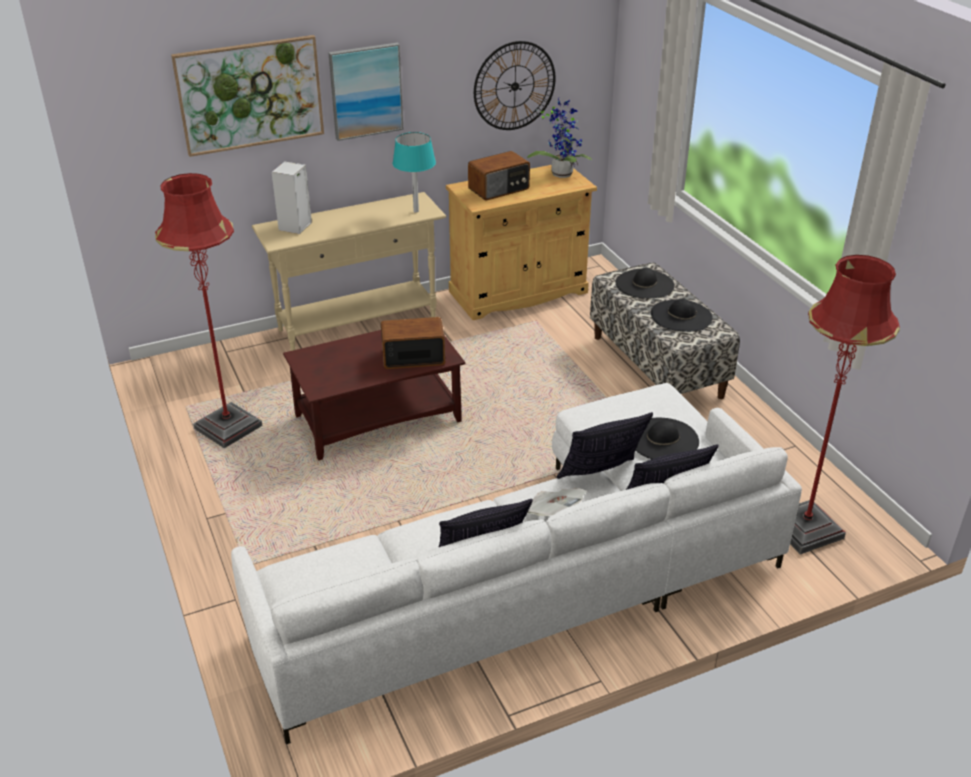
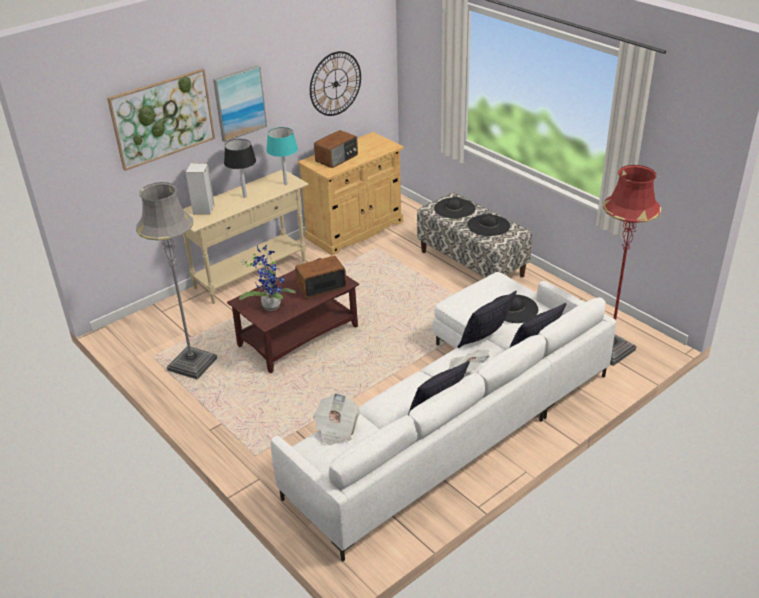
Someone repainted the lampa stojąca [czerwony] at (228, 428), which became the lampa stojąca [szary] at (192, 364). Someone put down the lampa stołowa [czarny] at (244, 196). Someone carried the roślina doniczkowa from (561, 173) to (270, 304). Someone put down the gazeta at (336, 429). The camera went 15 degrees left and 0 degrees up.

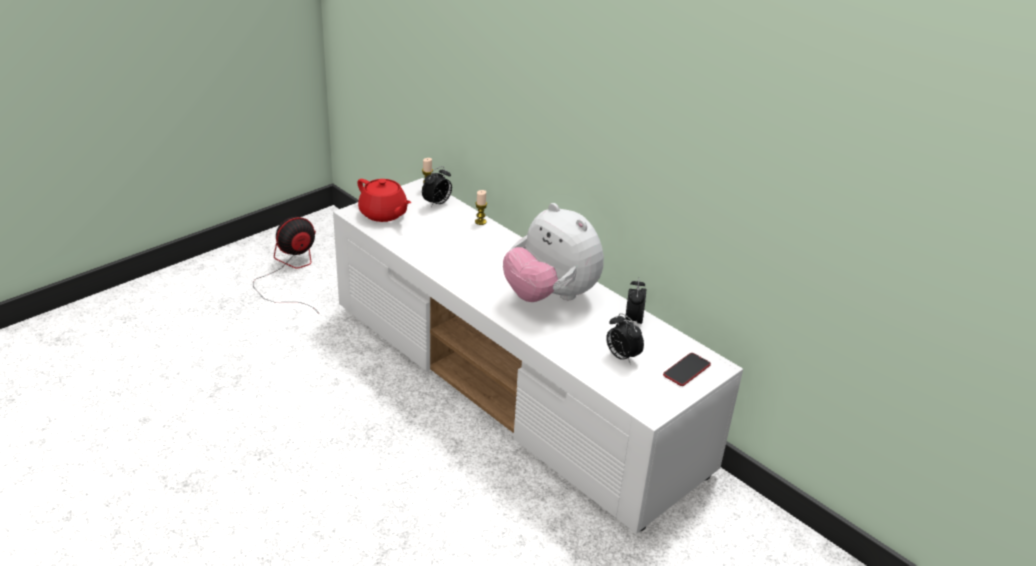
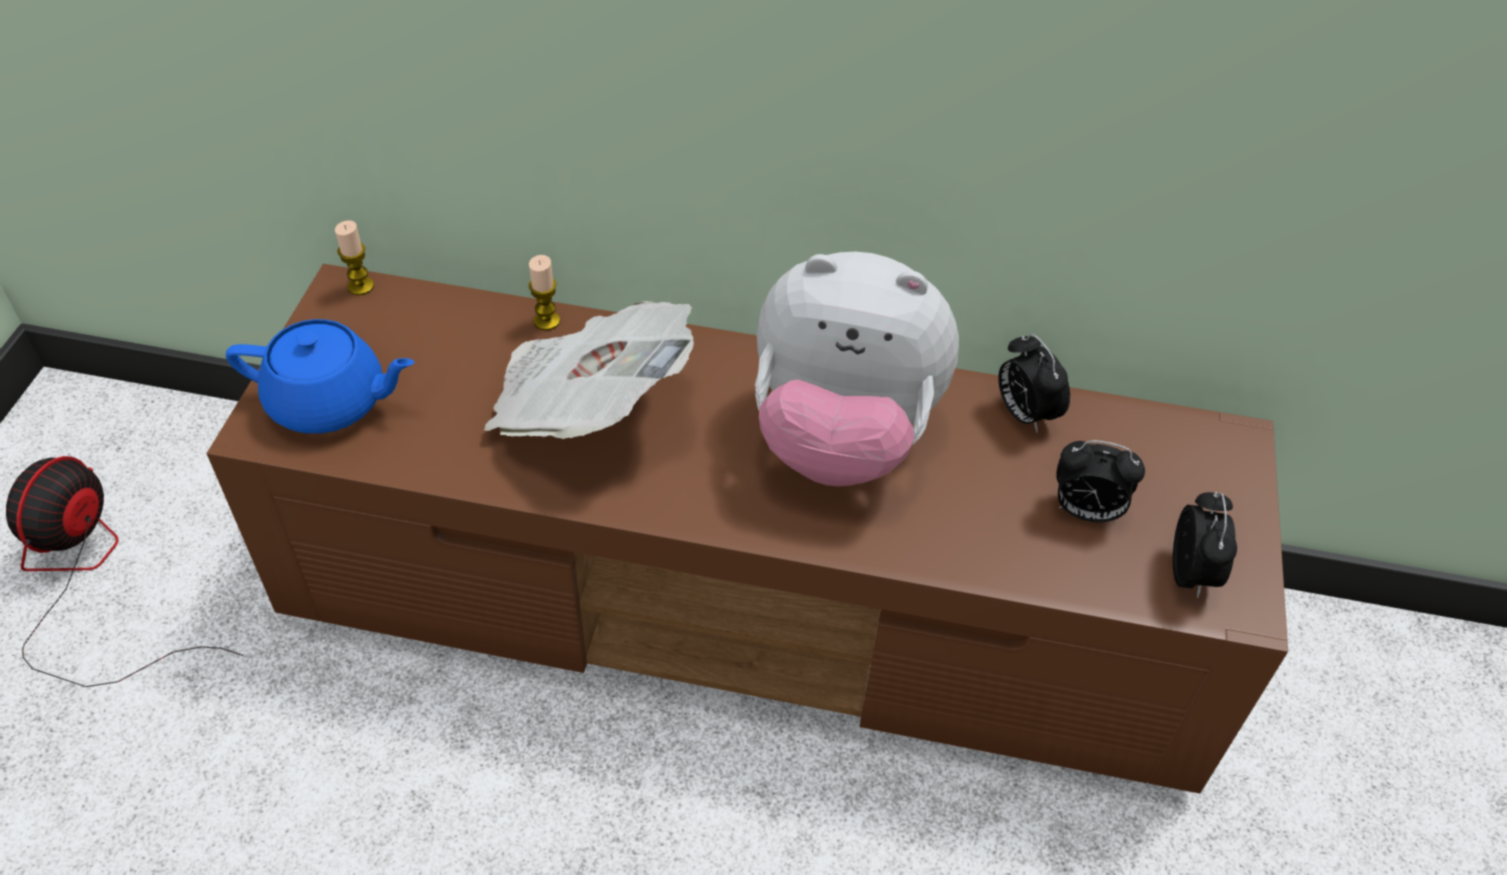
Someone repainted the szafka pod telewizor [biały] at (514, 386), which became the szafka pod telewizor [brązowy] at (752, 603). Someone repainted the imbryk [czerwony] at (383, 214), which became the imbryk [niebieski] at (330, 402). Someone put down the gazeta at (589, 406). Someone carried the budzik from (437, 203) to (1191, 575). Someone took away the telefon at (686, 370). The camera went 35 degrees left and 15 degrees up.

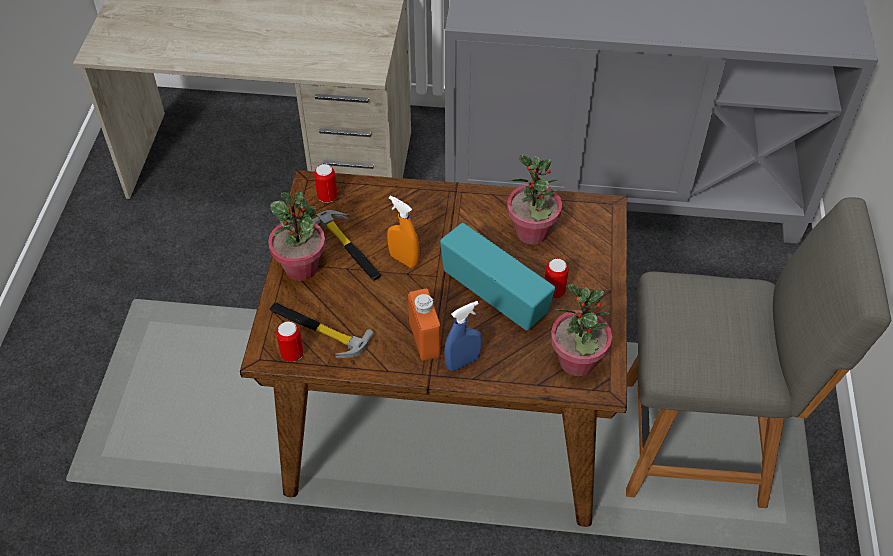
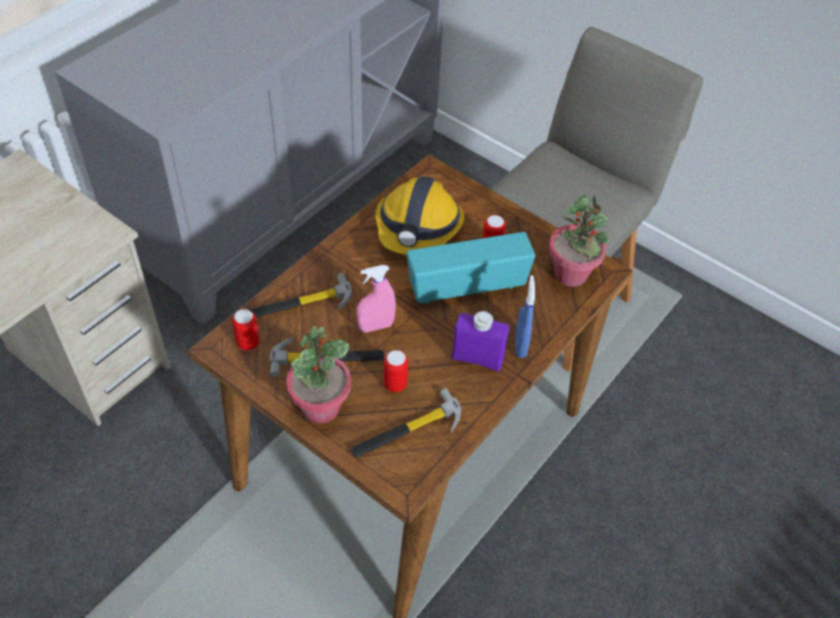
Someone put down the młotek at (299, 305). Someone repainted the spryskiwacz [pomarańczowy] at (404, 259), which became the spryskiwacz [różowy] at (376, 326). Someone swapped the roślina doniczkowa at (532, 232) for the kask at (418, 228). Someone carried the puszka from (292, 354) to (395, 384). Someone repainted the butelka [pomarańczowy] at (424, 339), which became the butelka [fioletowy] at (477, 358). The camera went 60 degrees left and 0 degrees up.

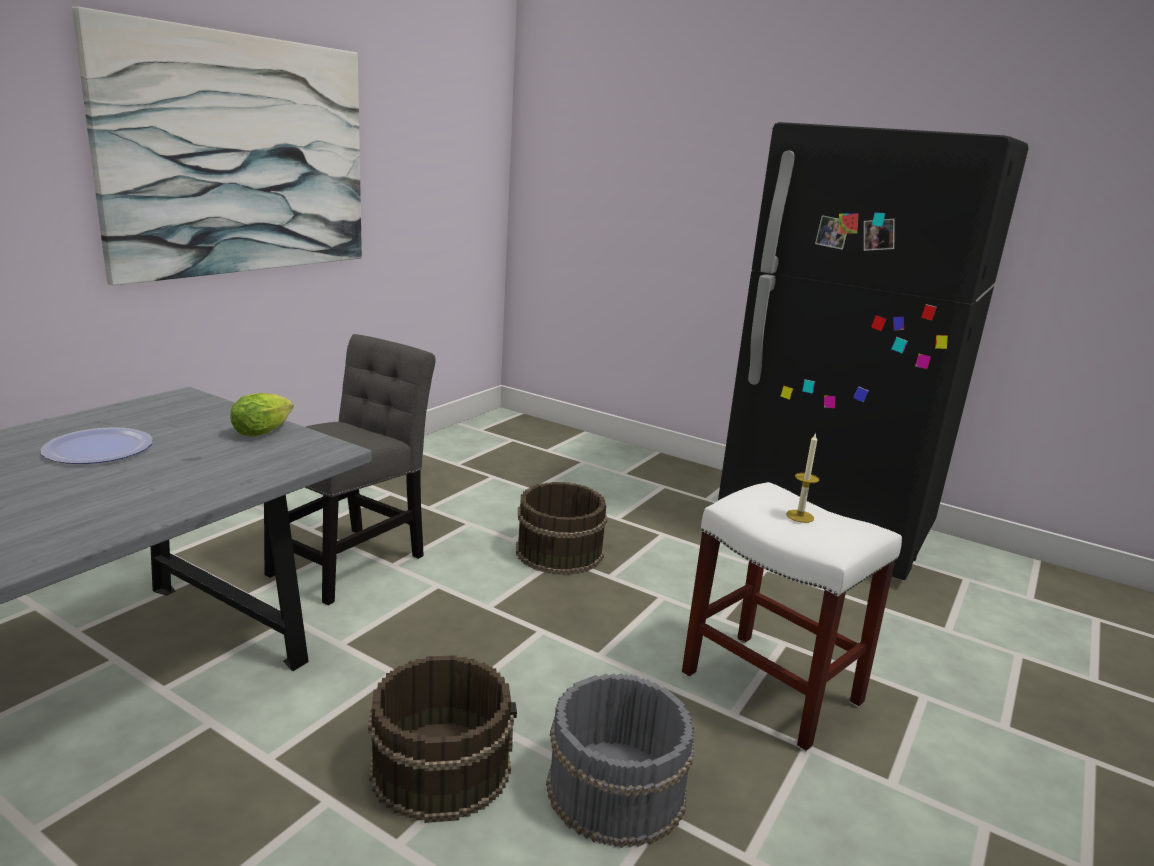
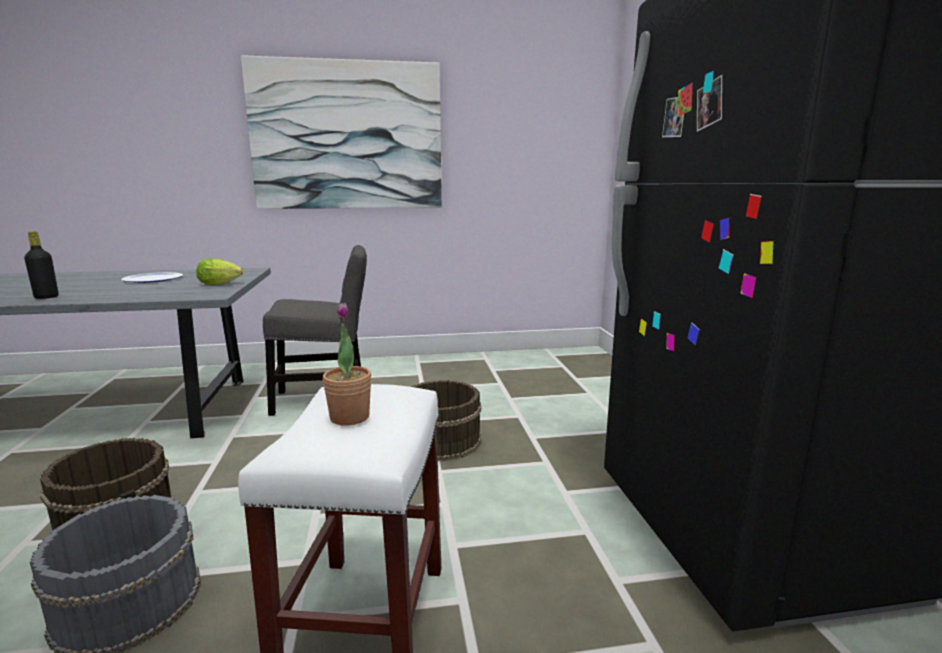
Someone put down the butelka [czarny] at (46, 297). Someone swapped the świeca at (800, 516) for the roślina doniczkowa at (349, 417). The camera went 50 degrees right and 5 degrees down.

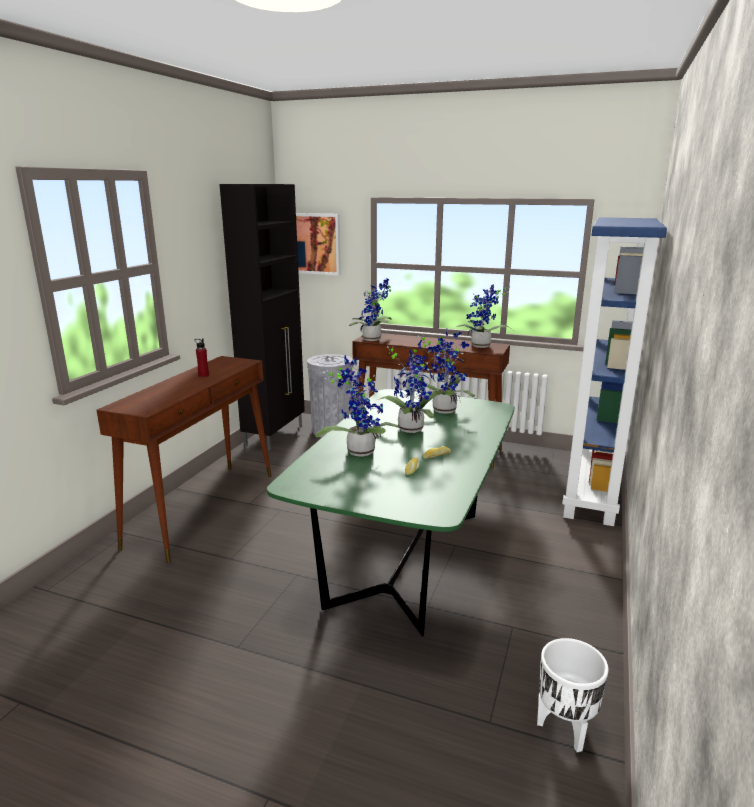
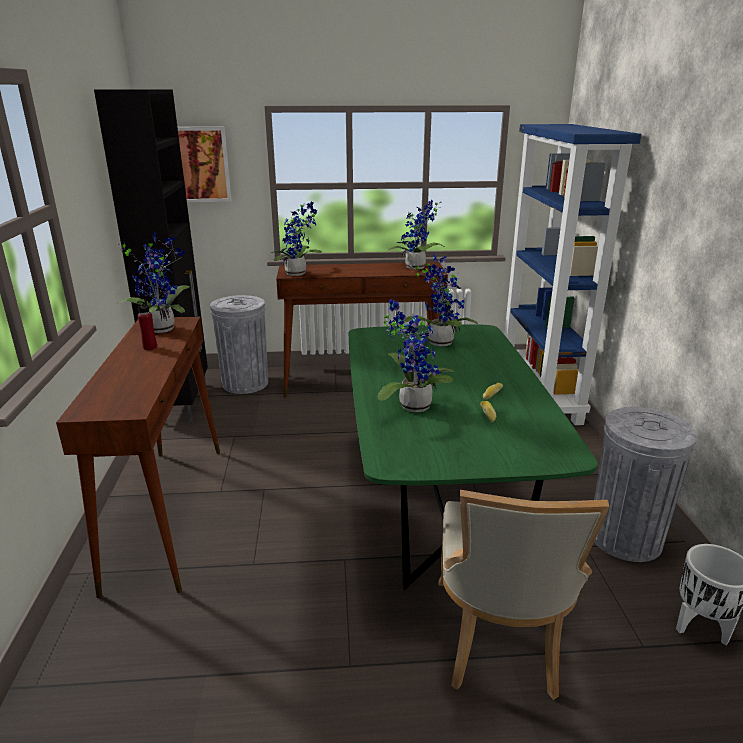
Someone carried the roślina doniczkowa from (412, 427) to (162, 327). Someone put down the krzesło [beżowy] at (499, 640). Someone put down the kosz na śmieci [szary] at (625, 537). The camera went 25 degrees left and 5 degrees up.

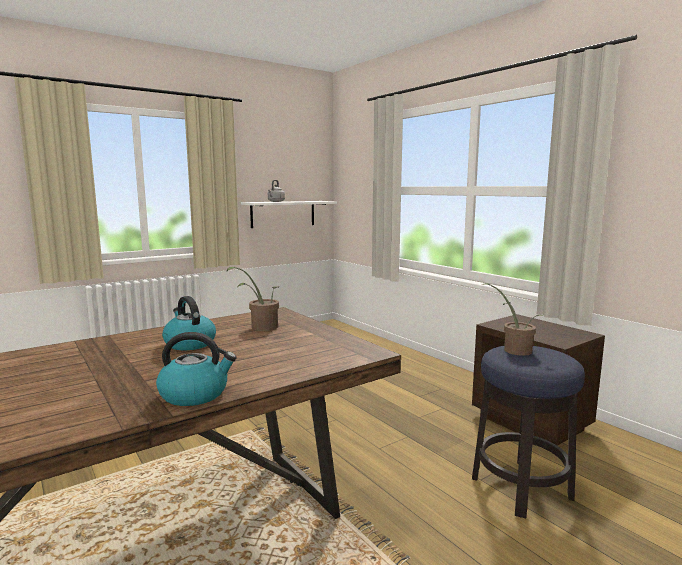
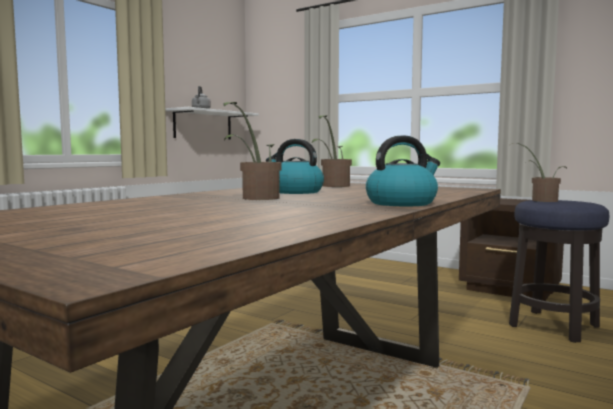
Someone put down the roślina doniczkowa at (256, 198). The camera went 20 degrees left and 5 degrees down.

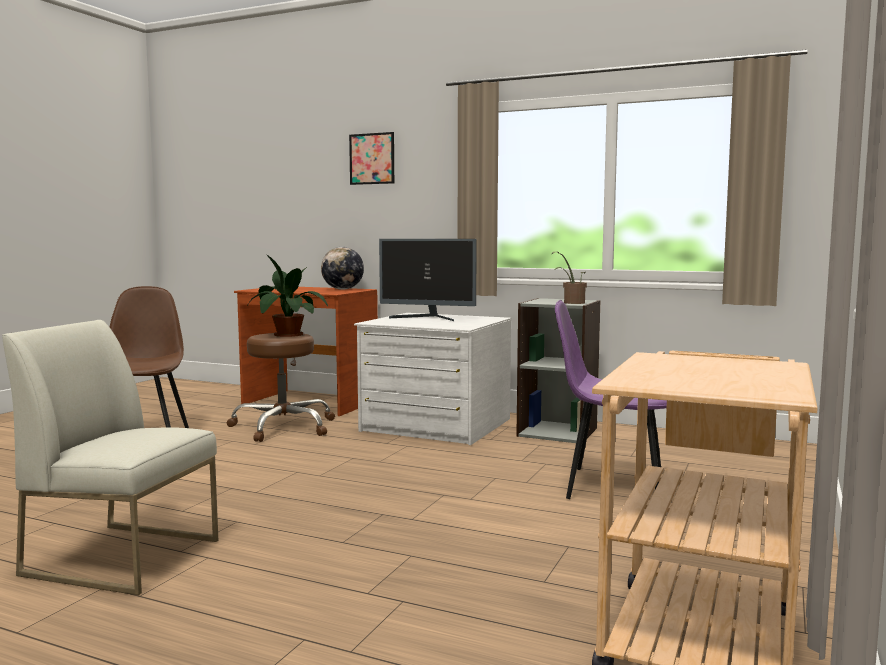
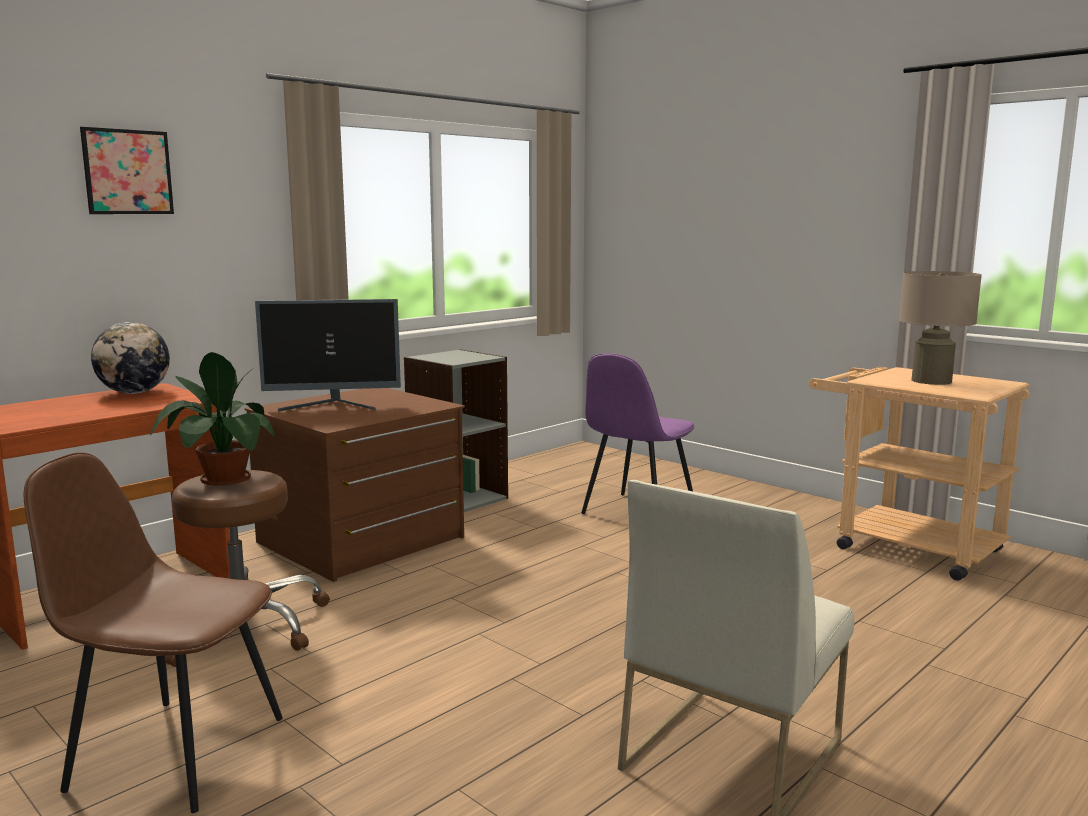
Someone repainted the komoda [biały] at (435, 425), which became the komoda [brązowy] at (362, 541). Someone rotated the monitor at (428, 318) by 45 degrees clockwise. Someone put down the lampa stołowa [beżowy] at (931, 381). Someone took away the roślina doniczkowa at (571, 303). The camera went 70 degrees left and 5 degrees up.

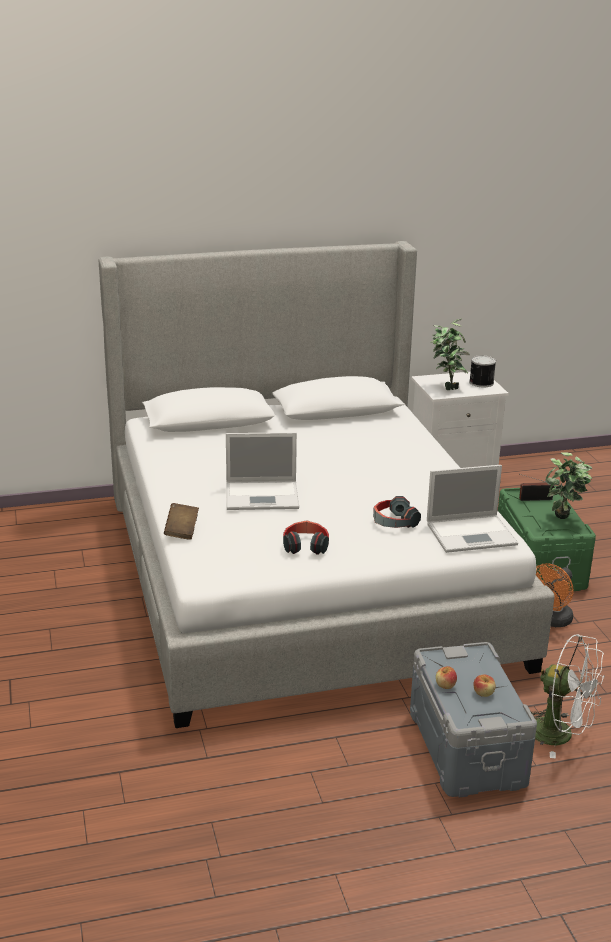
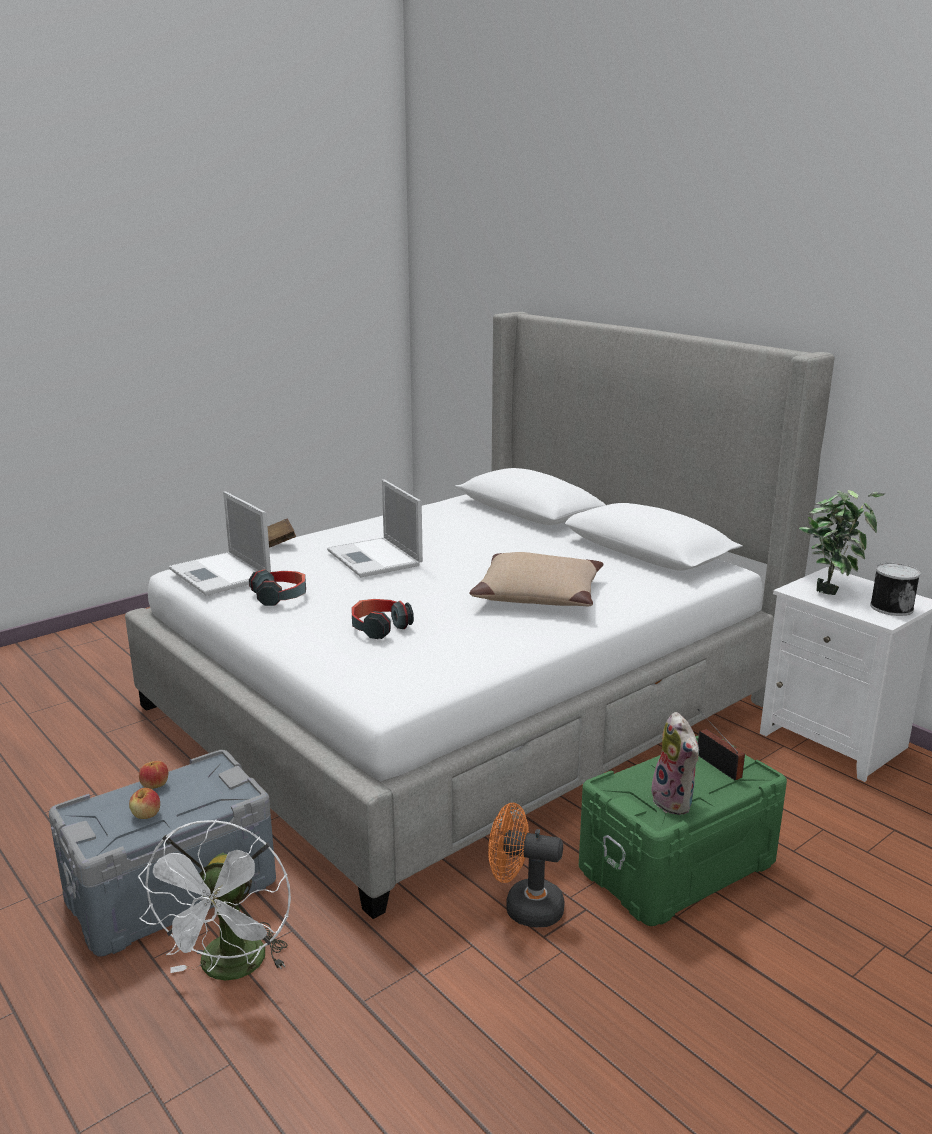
Someone carried the laptop from (472, 534) to (221, 574). Someone put down the poduszka [beżowy] at (538, 595). Someone swapped the roślina doniczkowa at (563, 521) for the pluszak at (675, 802). The camera went 65 degrees right and 5 degrees down.

